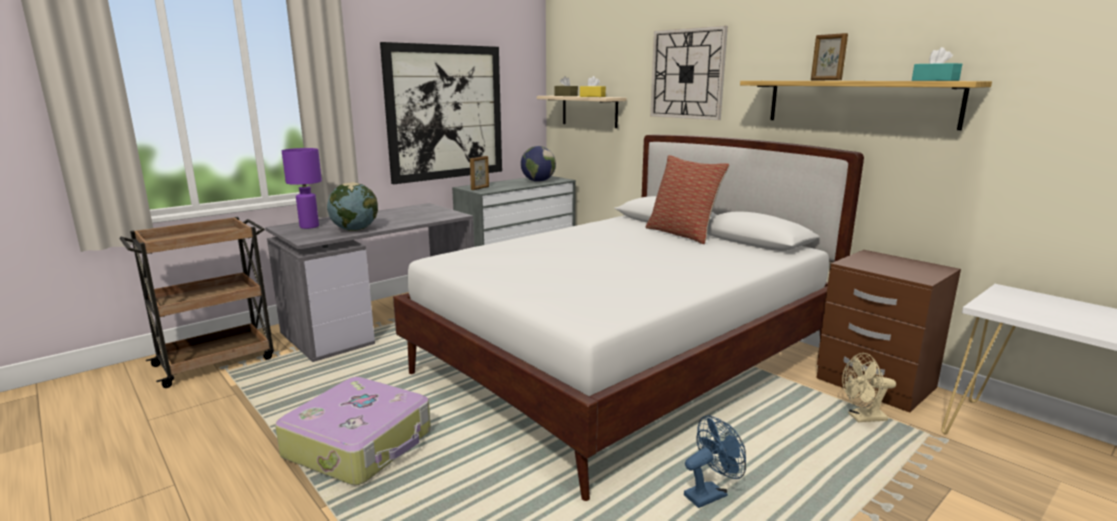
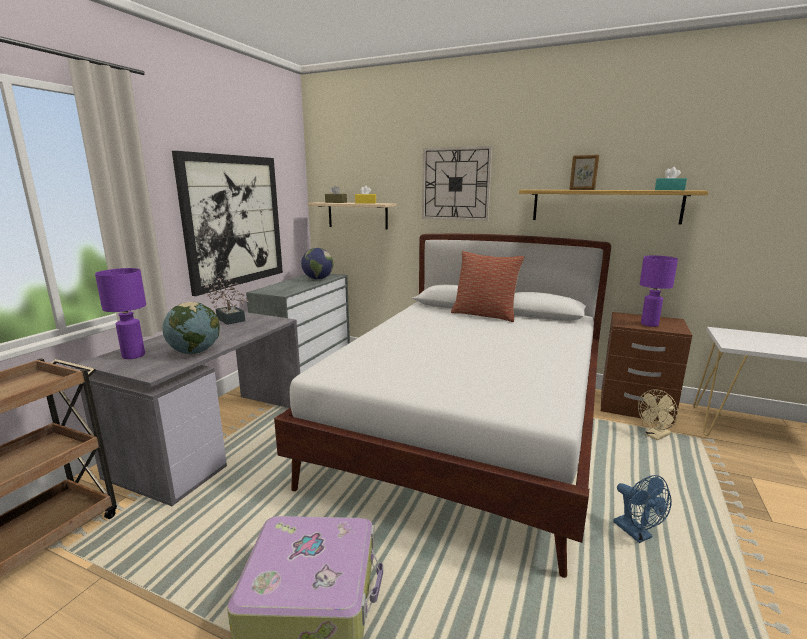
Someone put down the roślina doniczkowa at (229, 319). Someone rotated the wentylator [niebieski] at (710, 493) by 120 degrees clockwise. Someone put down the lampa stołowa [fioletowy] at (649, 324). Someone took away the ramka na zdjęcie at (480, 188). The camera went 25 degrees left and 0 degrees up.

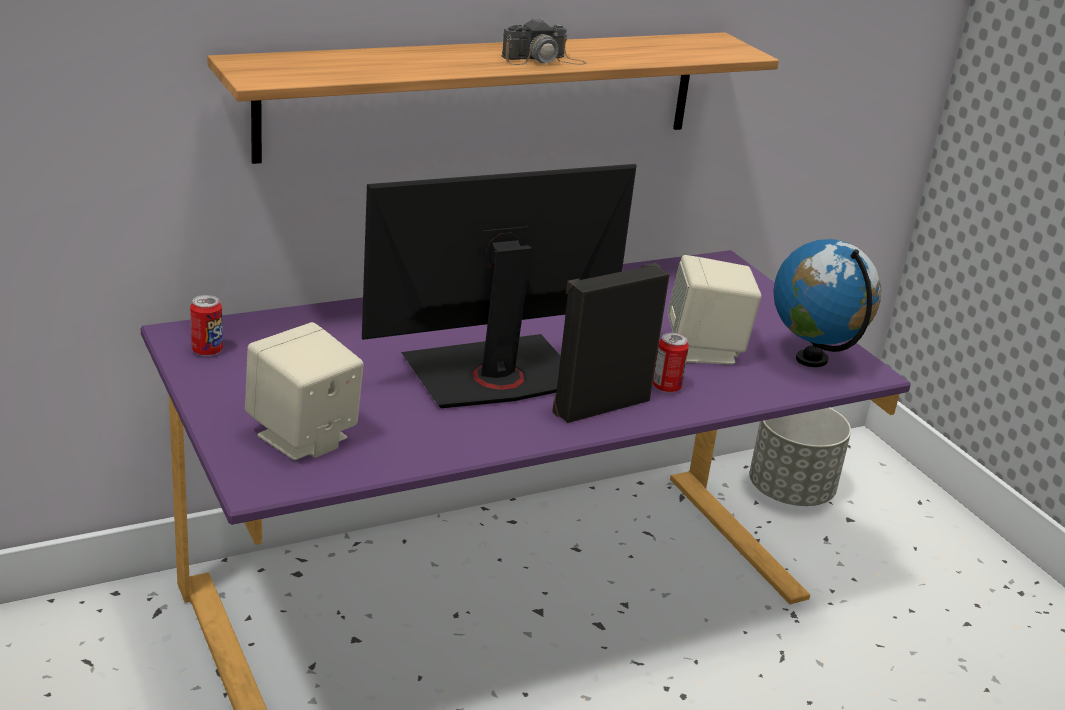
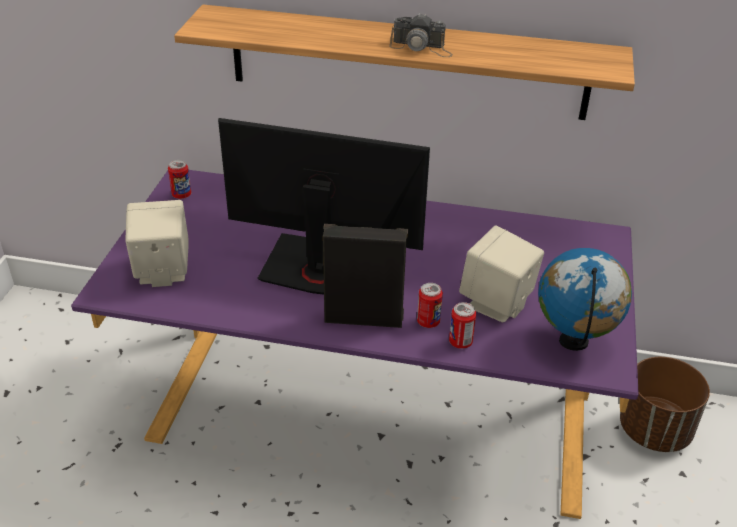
Someone put down the puszka at (460, 342). Someone repainted the donica [szary] at (790, 491), which became the donica [brązowy] at (655, 431). The camera went 40 degrees right and 10 degrees up.

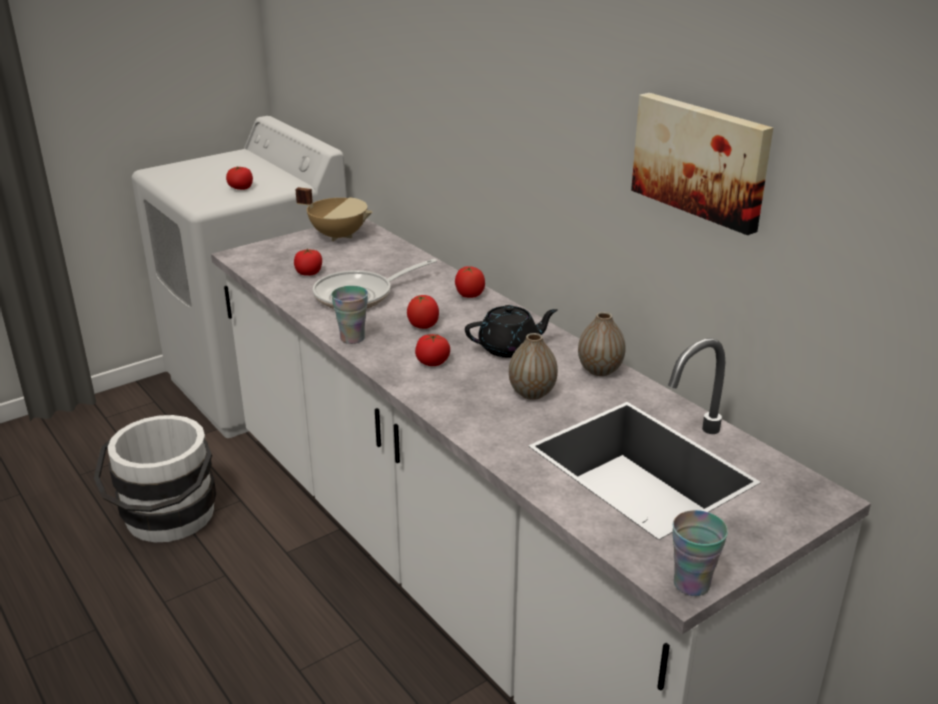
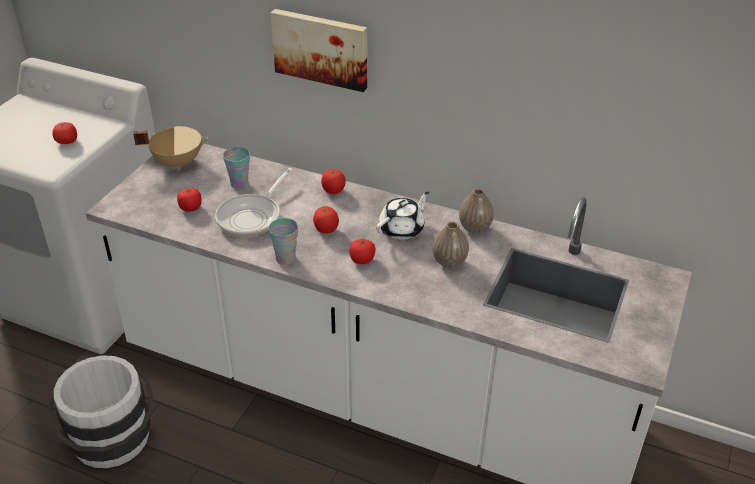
Someone carried the filiżanka from (691, 584) to (239, 184). Someone carried the obraz from (701, 160) to (321, 48). Someone repainted the imbryk [czarny] at (509, 348), which became the imbryk [biały] at (402, 229). The camera went 30 degrees left and 10 degrees up.

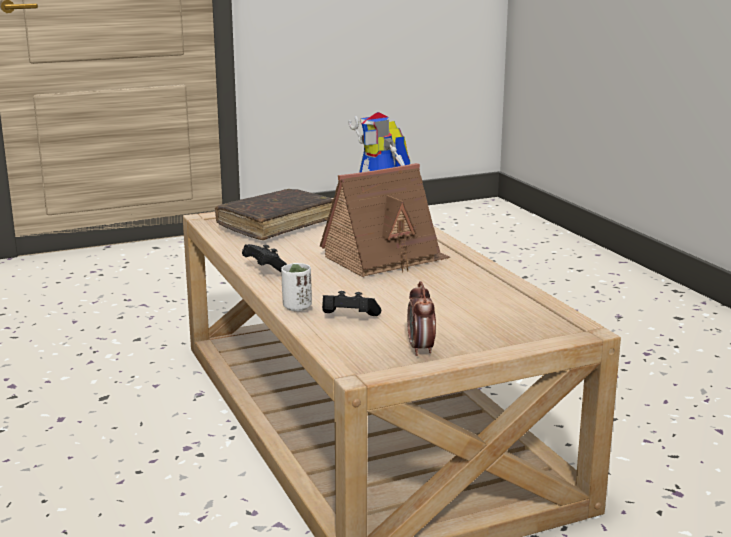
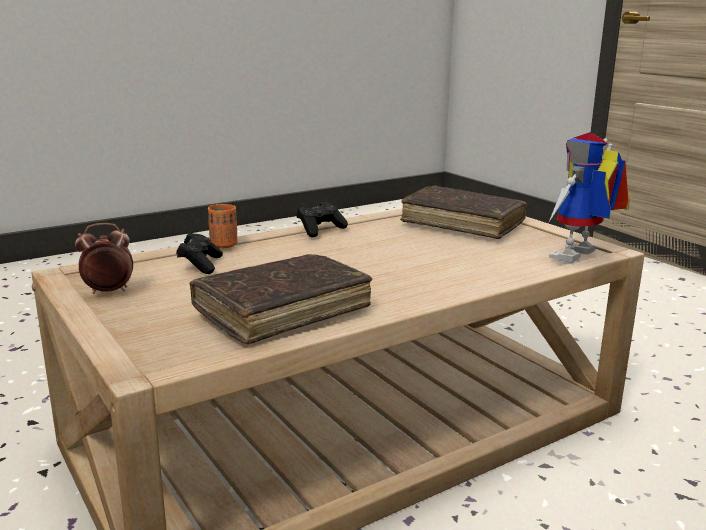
Someone put down the książka [brązowy] at (282, 310). Someone repainted the filiżanka [biały] at (297, 307), which became the filiżanka [pomarańczowy] at (223, 245). Someone took away the domek at (385, 258). The camera went 80 degrees right and 0 degrees up.

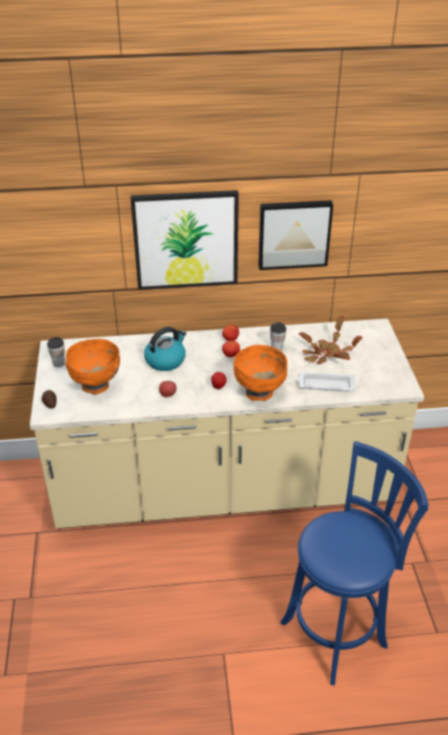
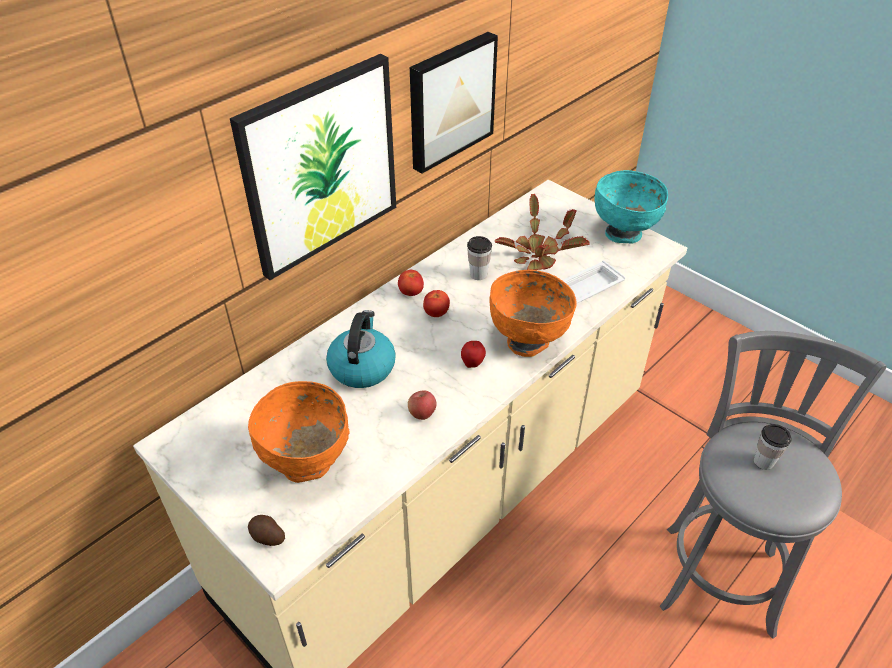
Someone put down the miska [turkusowy] at (624, 234). Someone repainted the stołek [niebieski] at (338, 631), which became the stołek [szary] at (719, 573). Someone carried the filiżanka from (59, 363) to (763, 462). The camera went 40 degrees left and 5 degrees up.

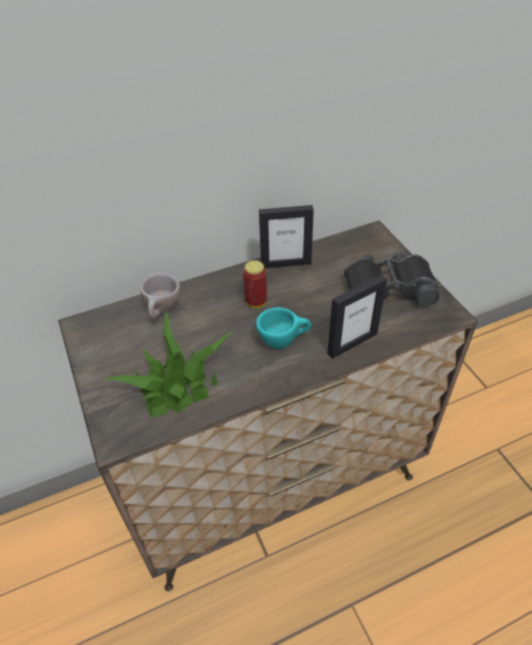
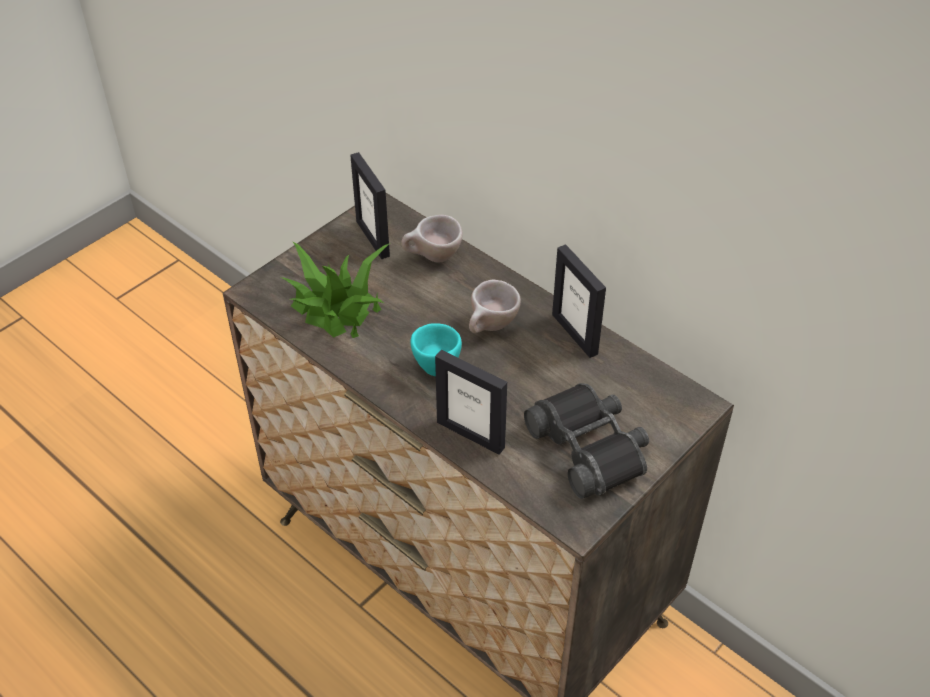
Someone put down the ramka na zdjęcie at (373, 238). Someone swapped the puszka at (256, 302) for the filiżanka [beżowy] at (490, 328). The camera went 65 degrees right and 0 degrees up.

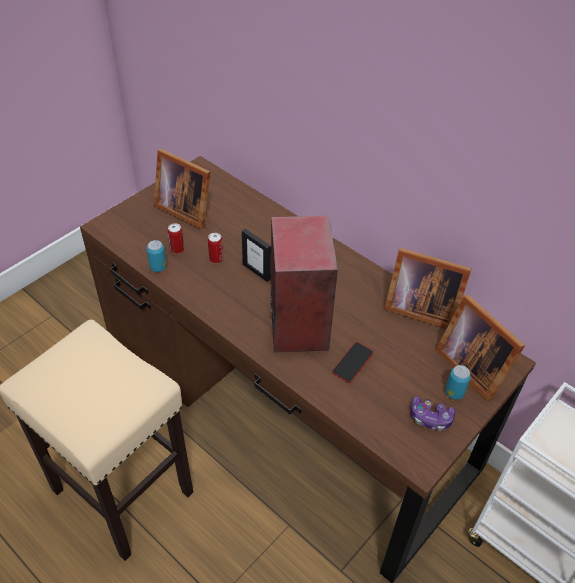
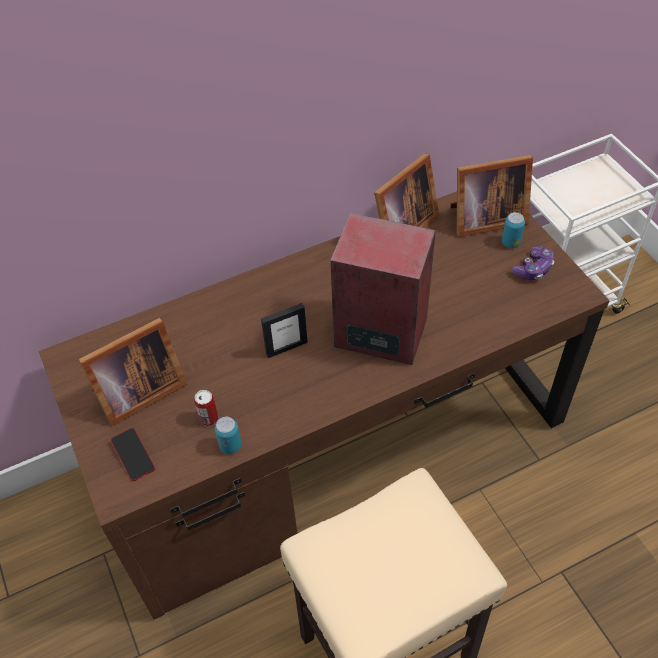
Someone carried the telefon from (352, 364) to (133, 456). Someone took away the puszka at (216, 259). The camera went 65 degrees left and 5 degrees up.

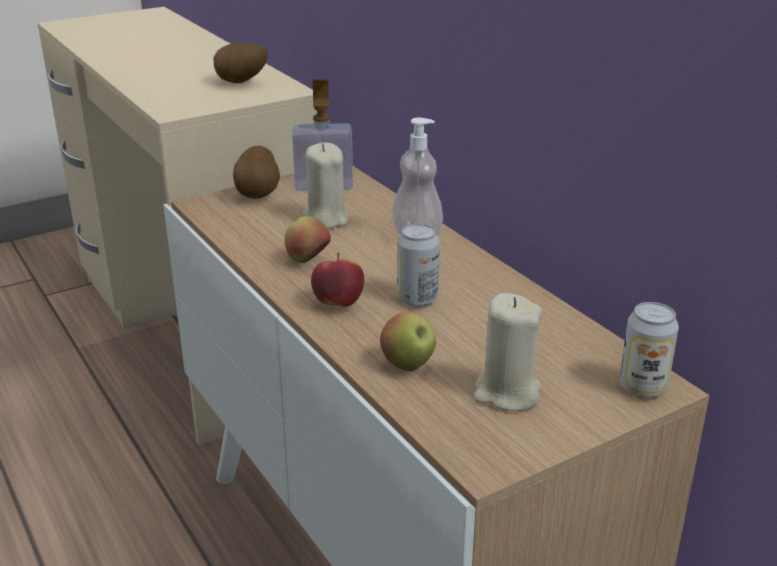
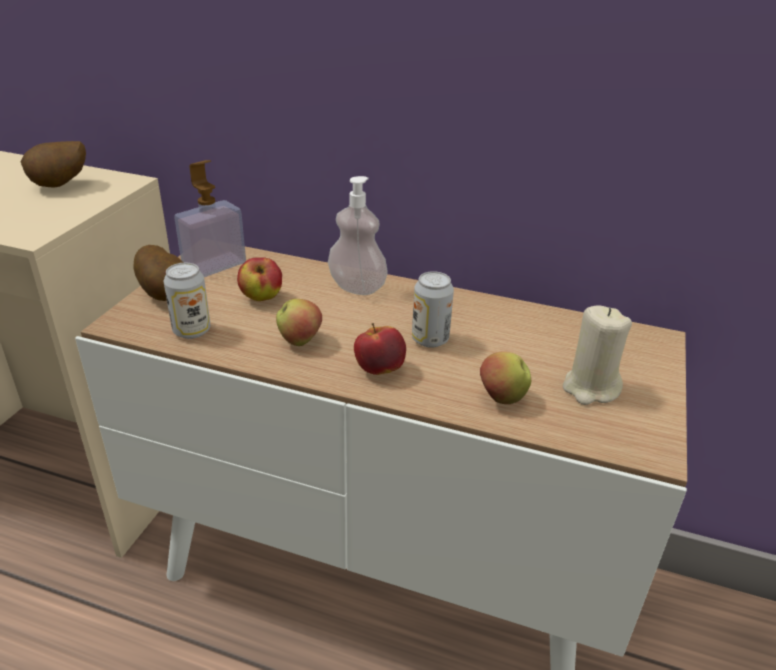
Someone carried the puszka from (642, 387) to (192, 331). Someone swapped the świeca [beżowy] at (325, 220) for the jabłko at (261, 298). The camera went 40 degrees left and 5 degrees up.

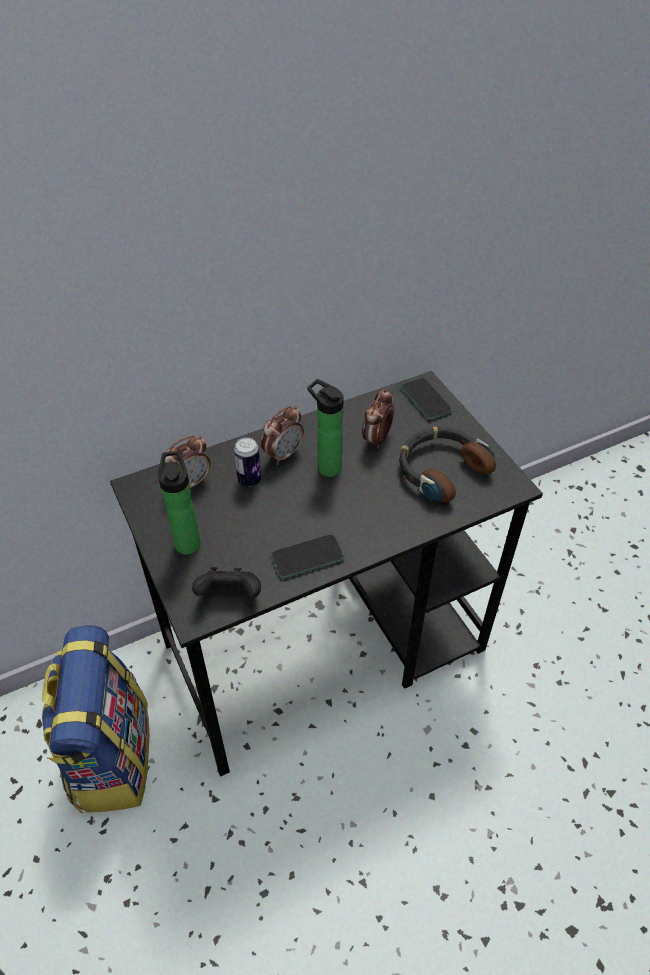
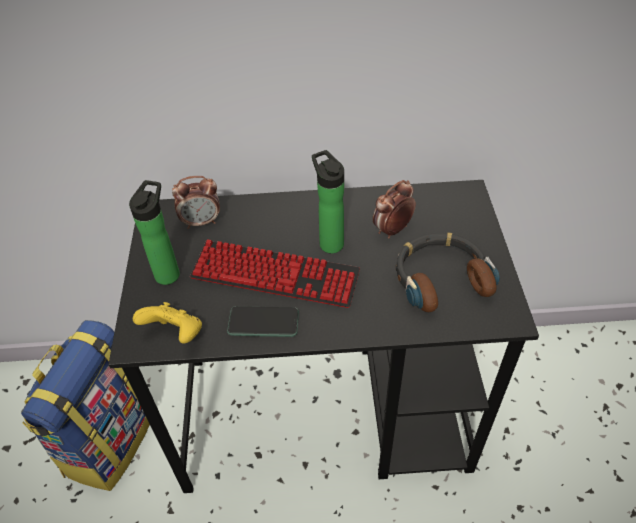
Someone repainted the pad do gier [czarny] at (230, 595), which became the pad do gier [żółty] at (175, 334). Someone put down the klawiatura at (275, 275). Someone took away the puszka at (249, 480). Someone took away the budzik at (283, 454). Someone took away the telefon at (425, 400). The camera went 25 degrees right and 0 degrees up.

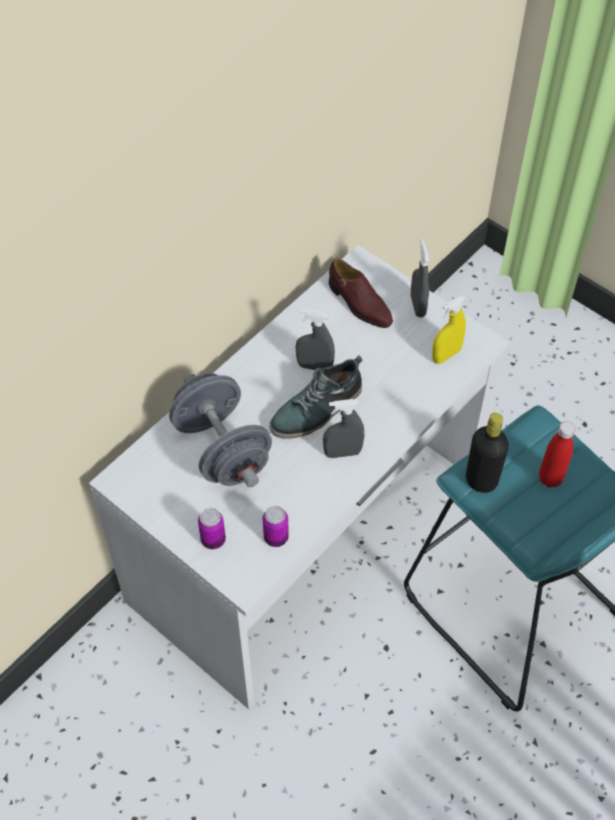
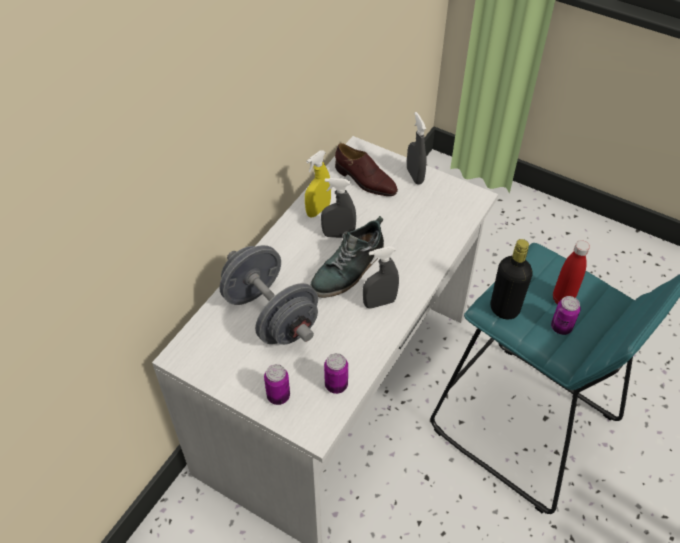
Someone carried the spryskiwacz [żółty] from (446, 355) to (318, 210). Someone put down the puszka at (561, 327). The camera went 10 degrees left and 5 degrees down.

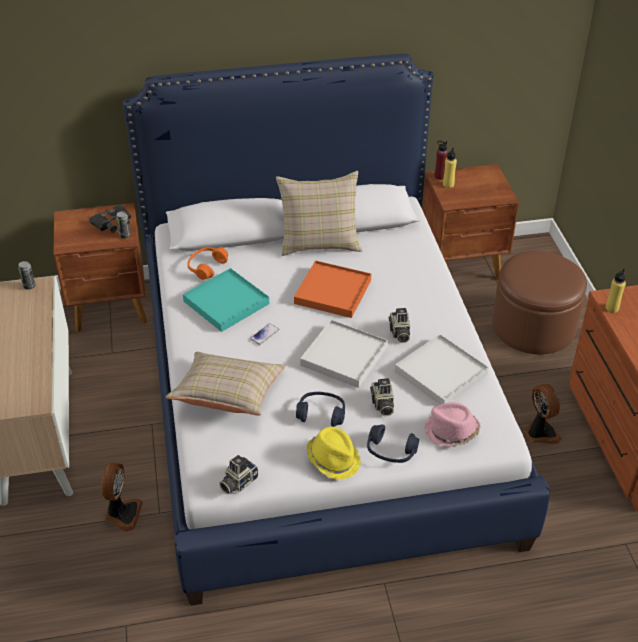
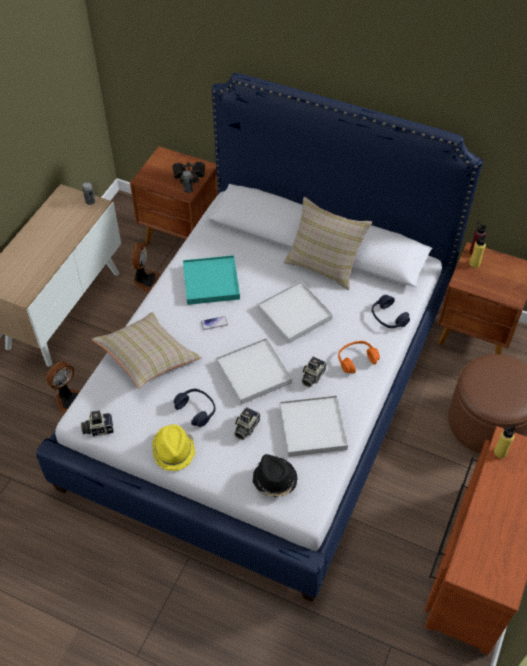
Someone carried the wentylator from (540, 433) to (145, 280). Someone repainted the kapelusz [różowy] at (451, 432), which became the kapelusz [czarny] at (274, 480). Someone repainted the taca [pomarańczowy] at (332, 292), which became the taca [biały] at (294, 314). Someone carried the słuchawki [pomarańczowy] from (207, 267) to (356, 360). Someone carried the słuchawki [niebieski] from (391, 451) to (388, 317). The camera went 35 degrees right and 10 degrees up.

